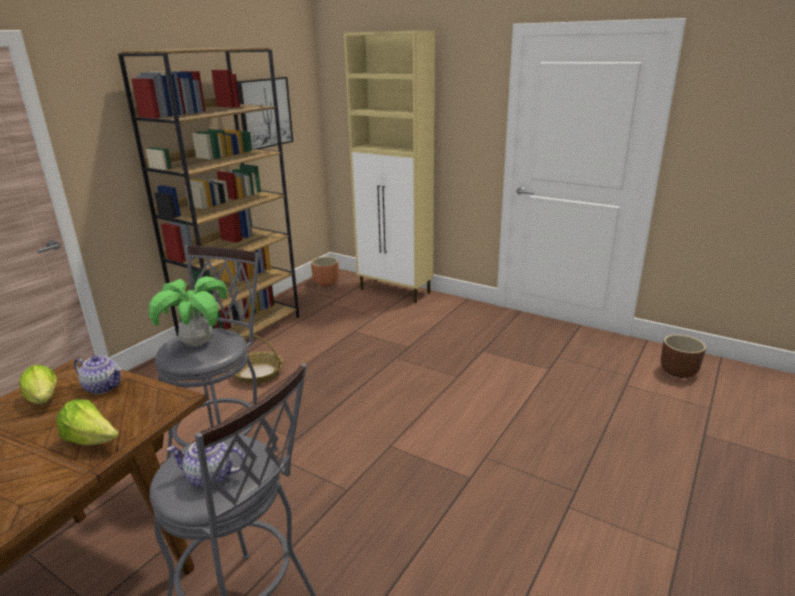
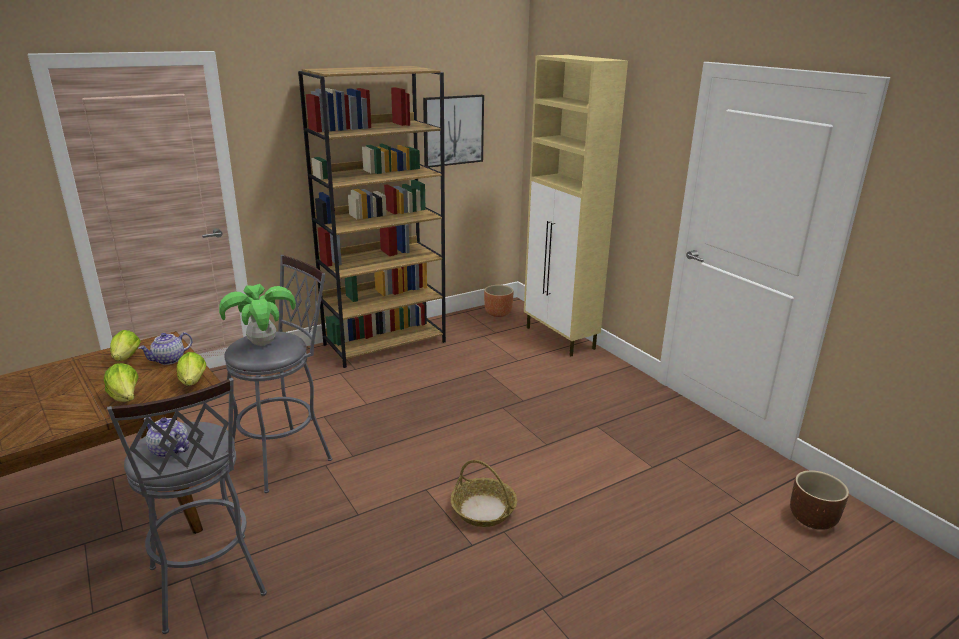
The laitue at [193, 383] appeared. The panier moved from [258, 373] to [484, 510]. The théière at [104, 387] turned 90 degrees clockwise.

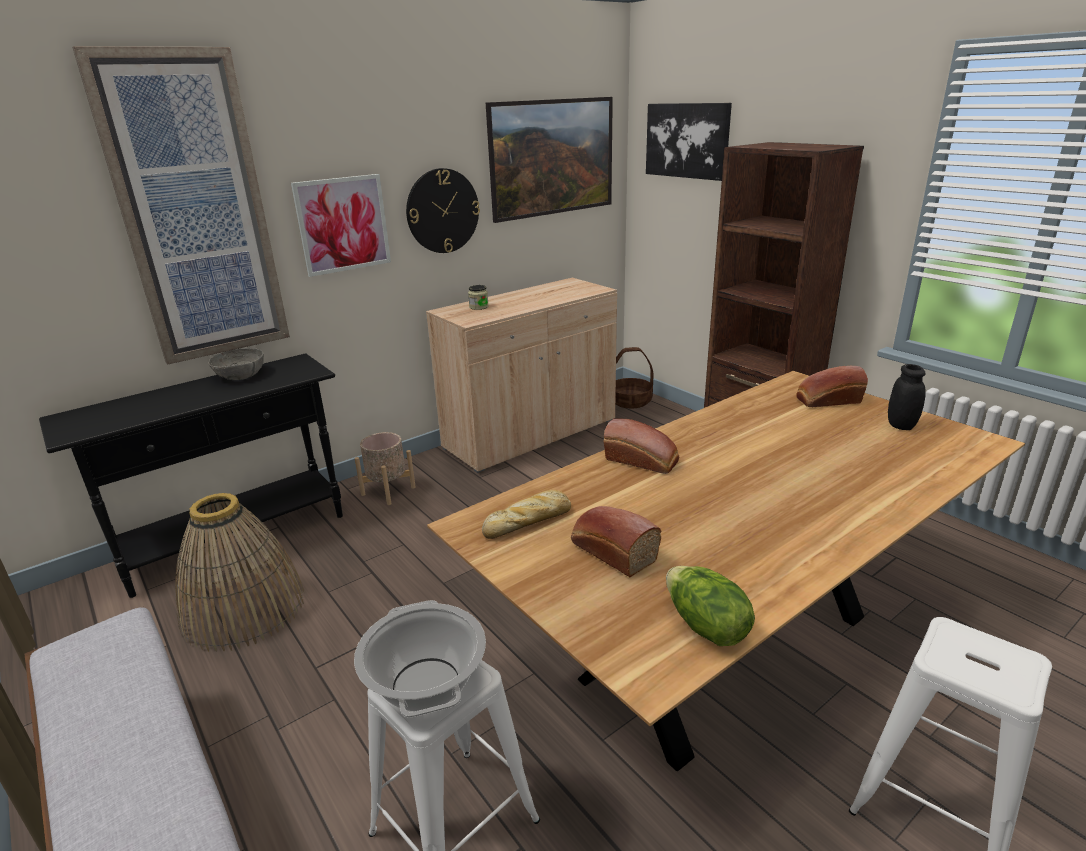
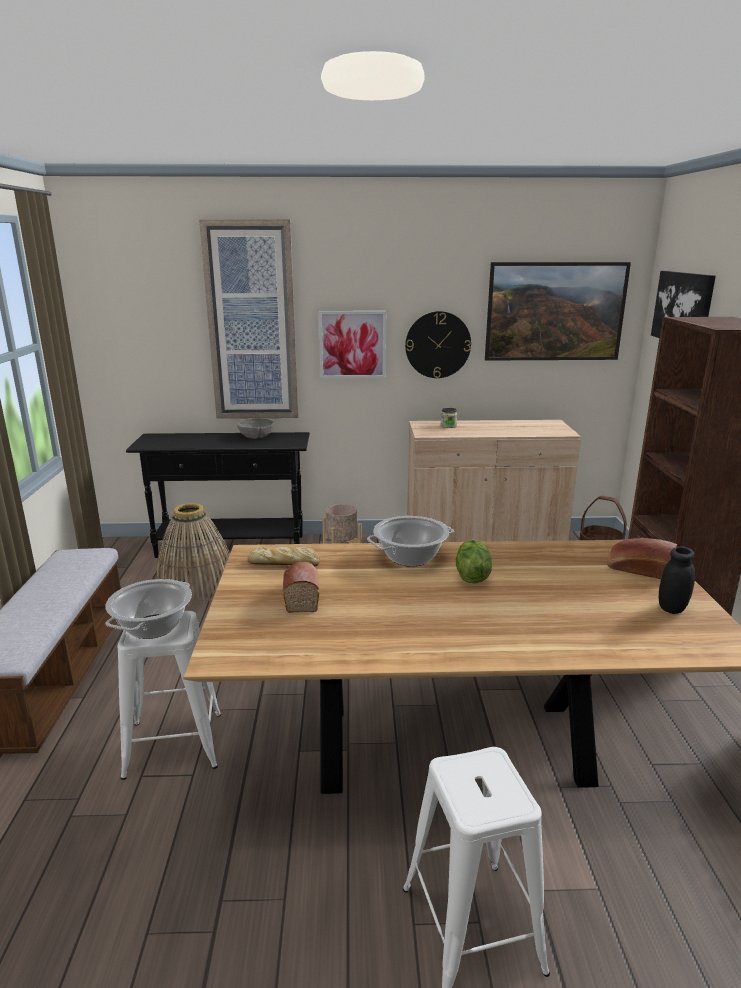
The laitue moved from [705, 626] to [471, 576]. The pain at [643, 461] was replaced by the marmite at [410, 557].

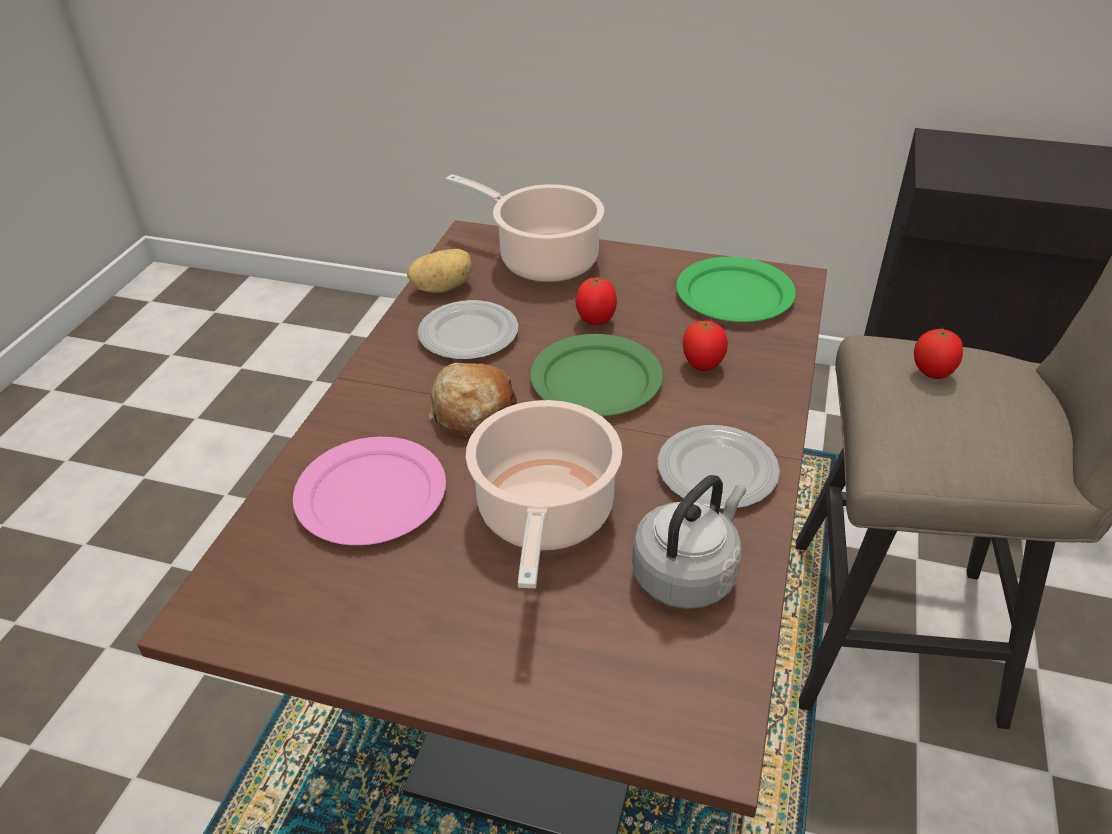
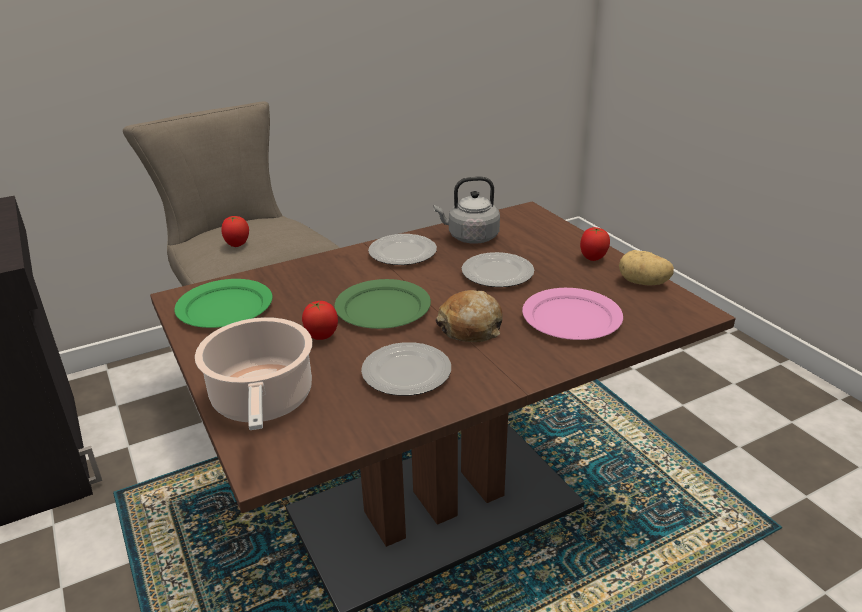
The pomme de terre moved from [442, 287] to [643, 283]. The tomate moved from [702, 366] to [593, 259]. The marmite at [544, 516] was replaced by the assiette at [498, 274].

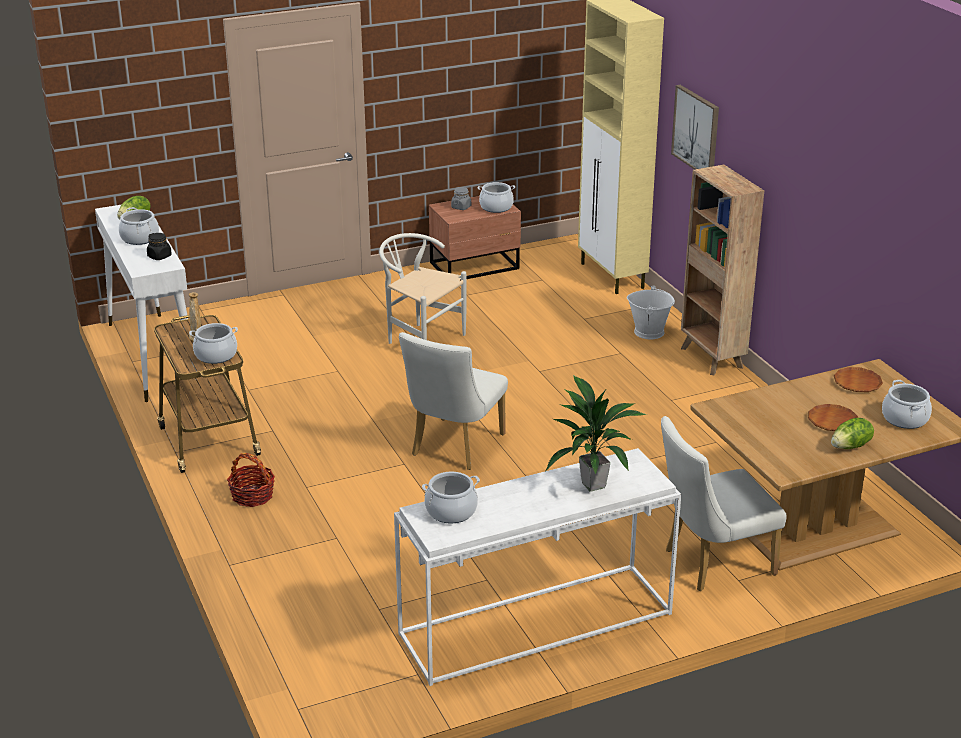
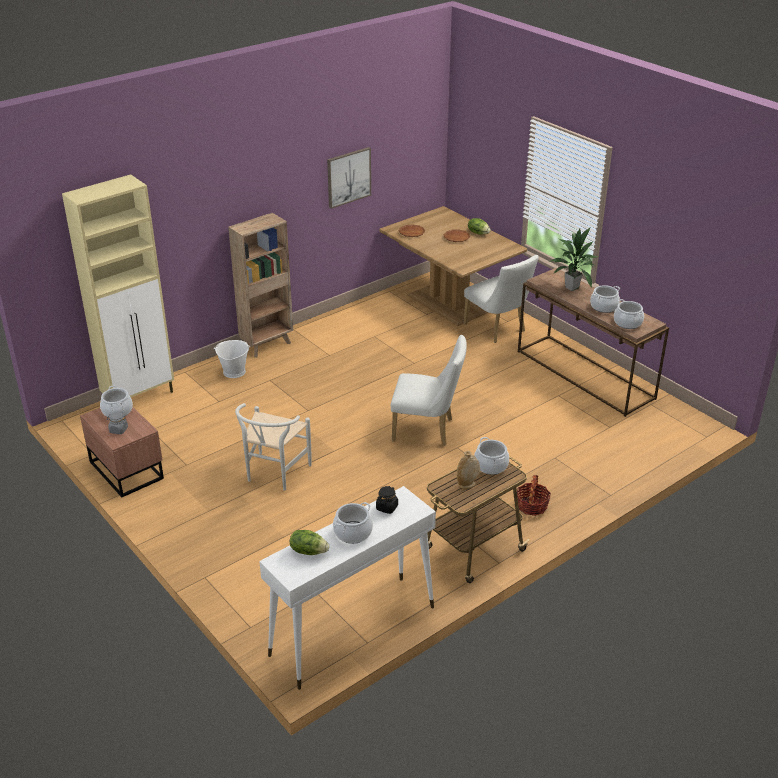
The tableau moved from [696, 130] to [348, 177]. The marmite moved from [905, 419] to [604, 307]. The table console (blanc) at [535, 625] became the table console (marron) at [586, 375].

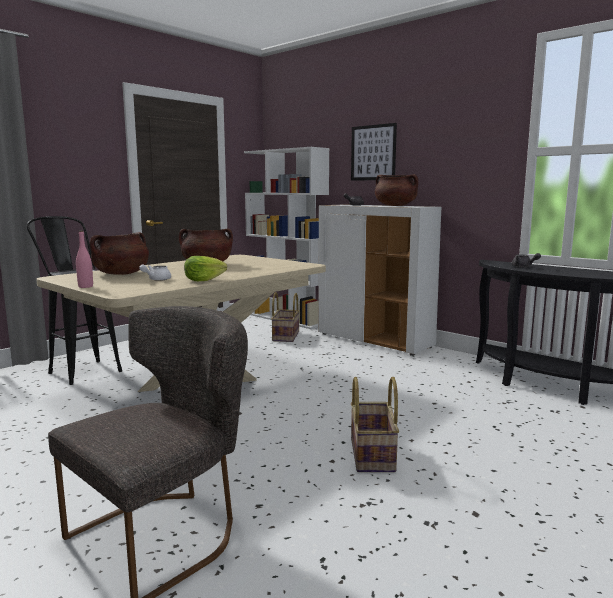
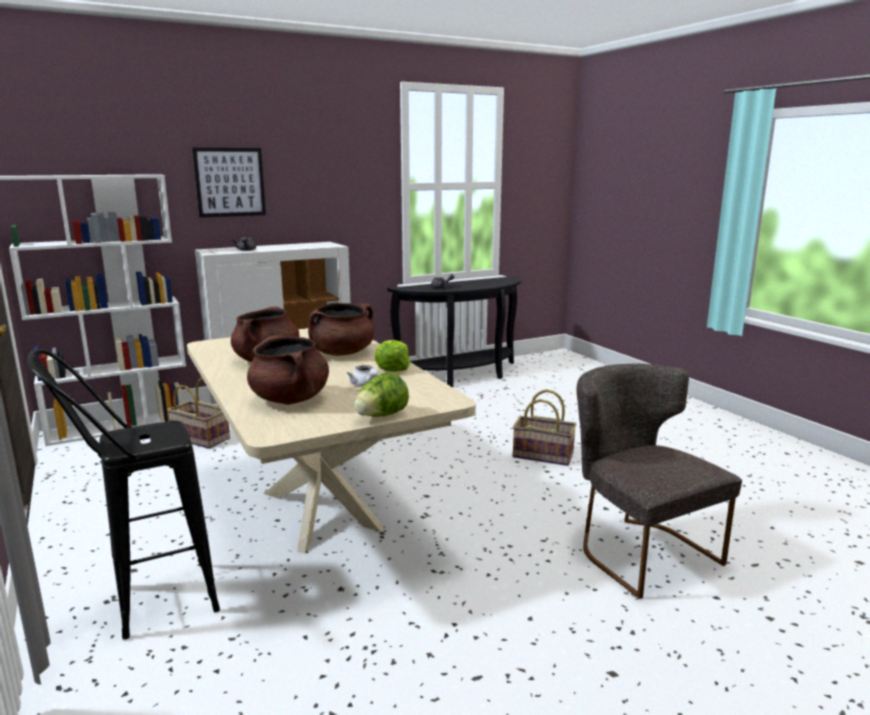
The marmite (marron) moved from [395, 205] to [342, 353]. The bouteille (rose) at [85, 286] was replaced by the laitue at [381, 416].

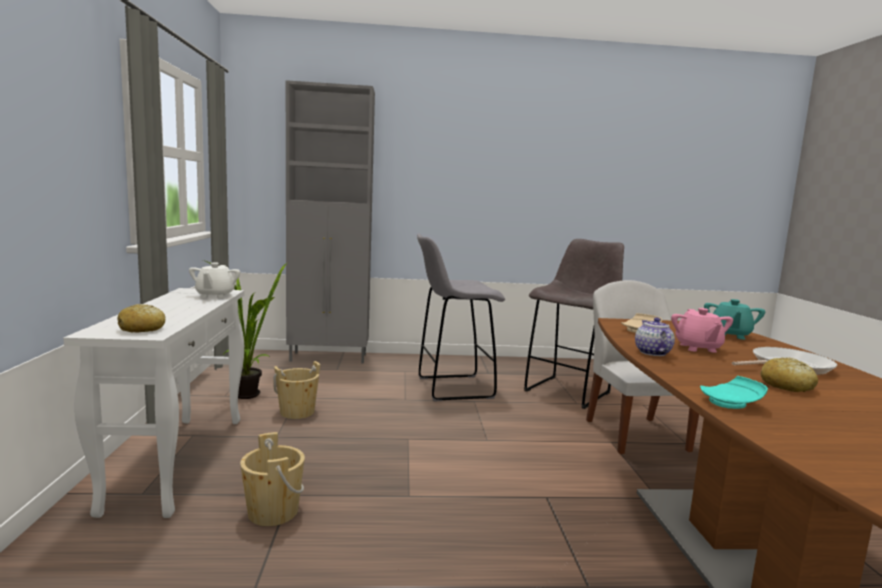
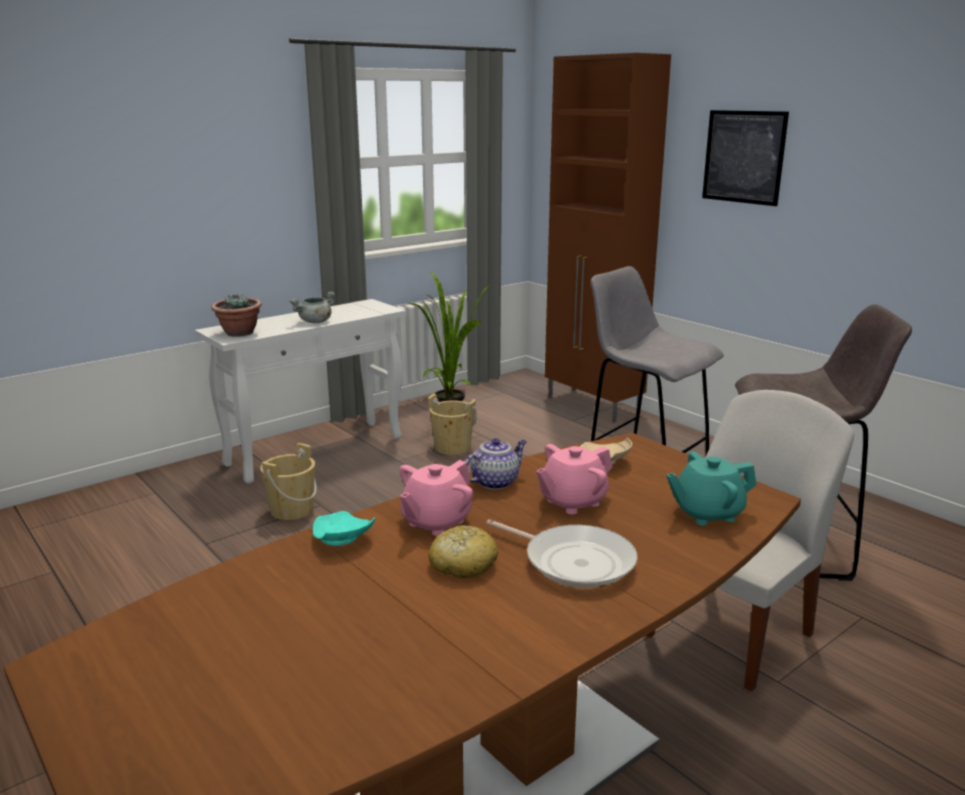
The théière (blanc) at [215, 295] disappeared. The marmite (gris) at [315, 322] appeared. The théière (rose) at [435, 522] appeared. The tableau at [743, 157] appeared. The pain at [142, 329] was replaced by the plante en pot at [239, 333]. The meuble de rangement (gris) at [329, 358] became the meuble de rangement (marron) at [593, 405].

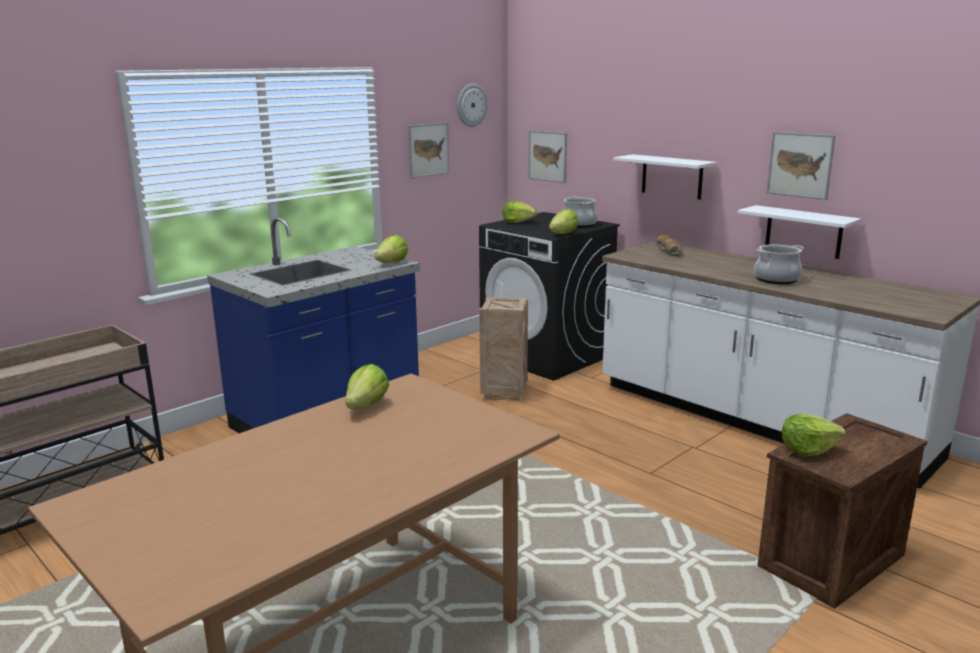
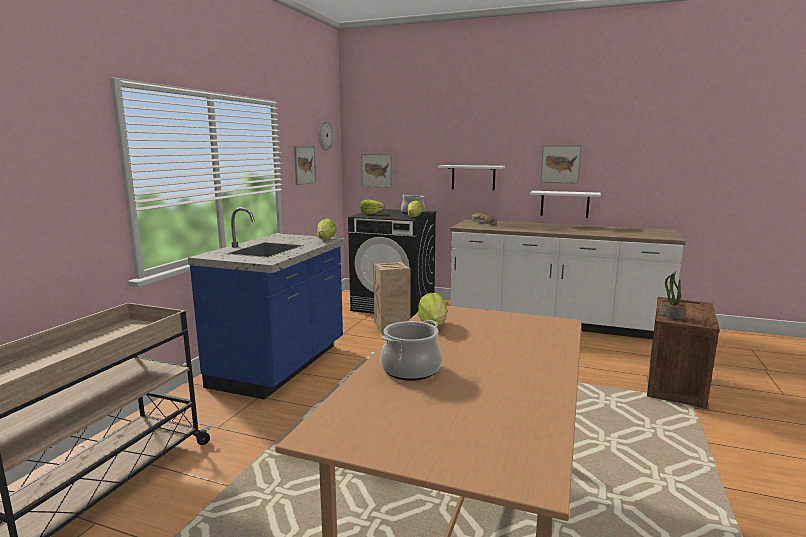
The marmite moved from [776, 279] to [410, 369]. The laitue at [808, 449] was replaced by the plante en pot at [671, 315].

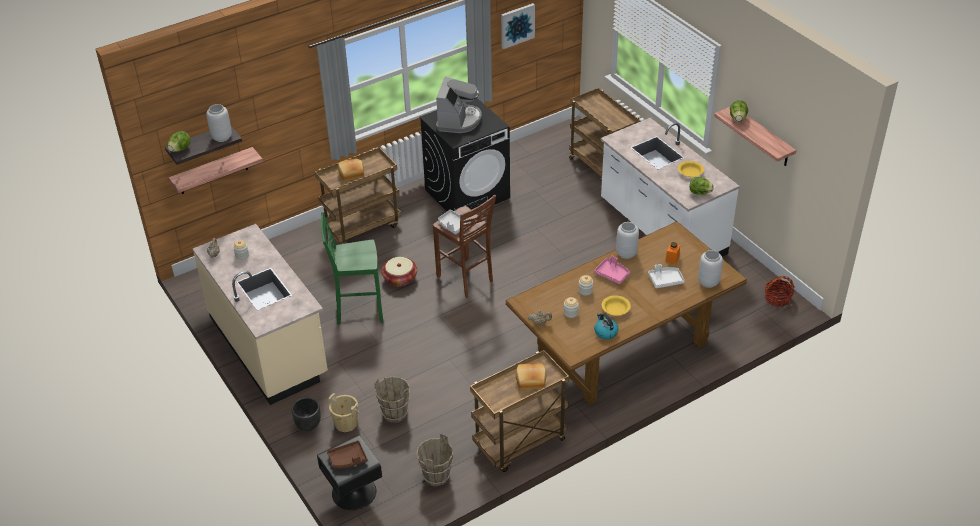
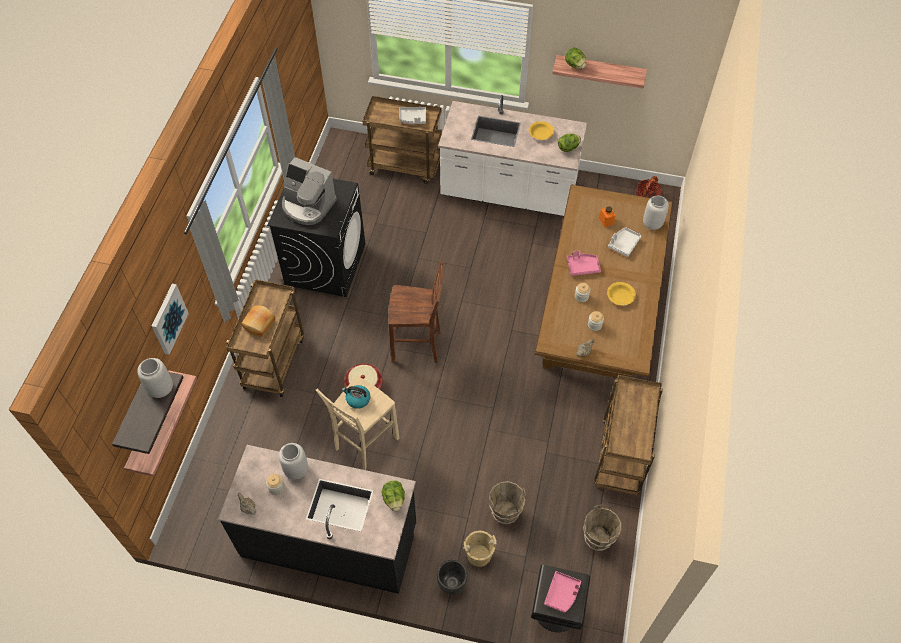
The pain at [531, 381] disappeared. The laitue moved from [180, 149] to [394, 499]. The plateau (gris) moved from [453, 225] to [413, 118]. The tableau moved from [517, 25] to [168, 319]. The bouilloire moved from [605, 332] to [357, 399]. The vase (gris) moved from [625, 253] to [296, 470]. The comptoir de cuisine (beige) at [269, 346] became the comptoir de cuisine (noir) at [330, 540]. The tabouret (vert) at [357, 310] became the tabouret (beige) at [364, 444]. The plateau (marron) at [348, 459] became the plateau (rose) at [562, 594]. The machine à café at [458, 120] turned 150 degrees clockwise.

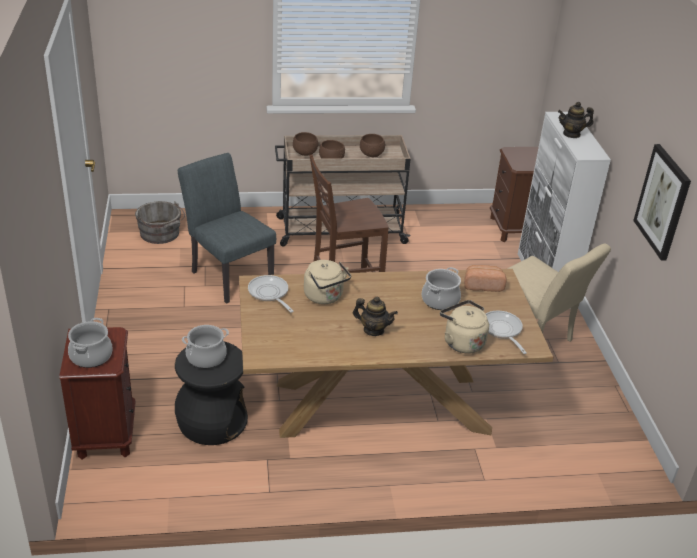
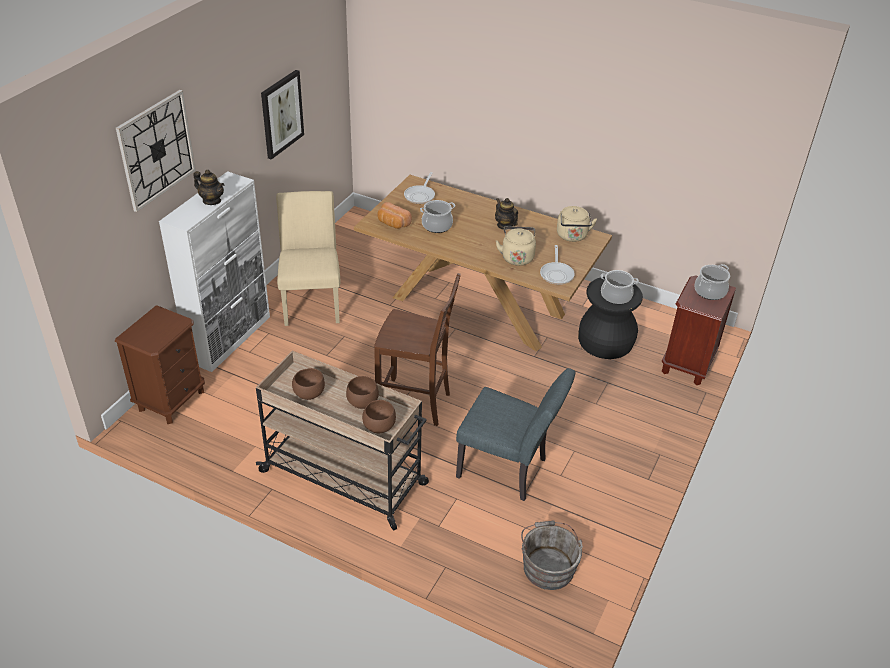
The horloge murale at [156, 150] appeared. The bouilloire (beige) moved from [462, 342] to [572, 236]. The chaise (gris) at [228, 274] turned 60 degrees counterclockwise.

